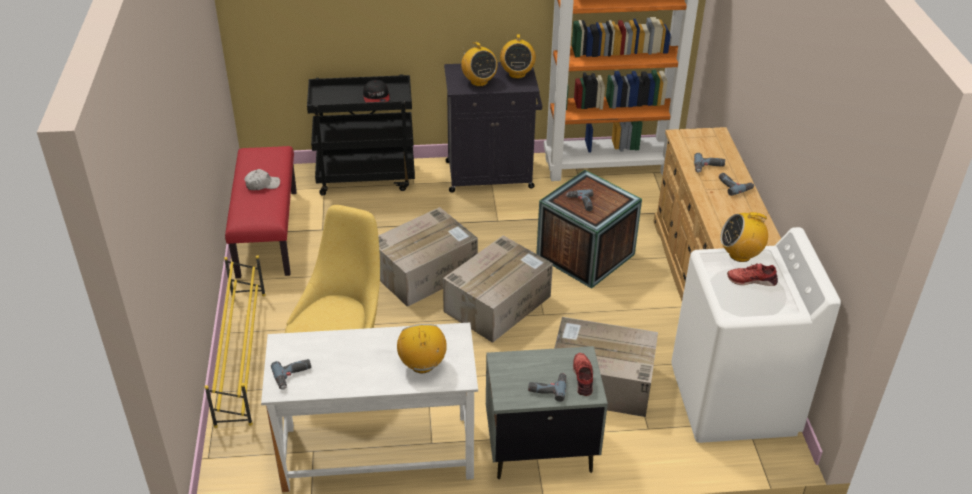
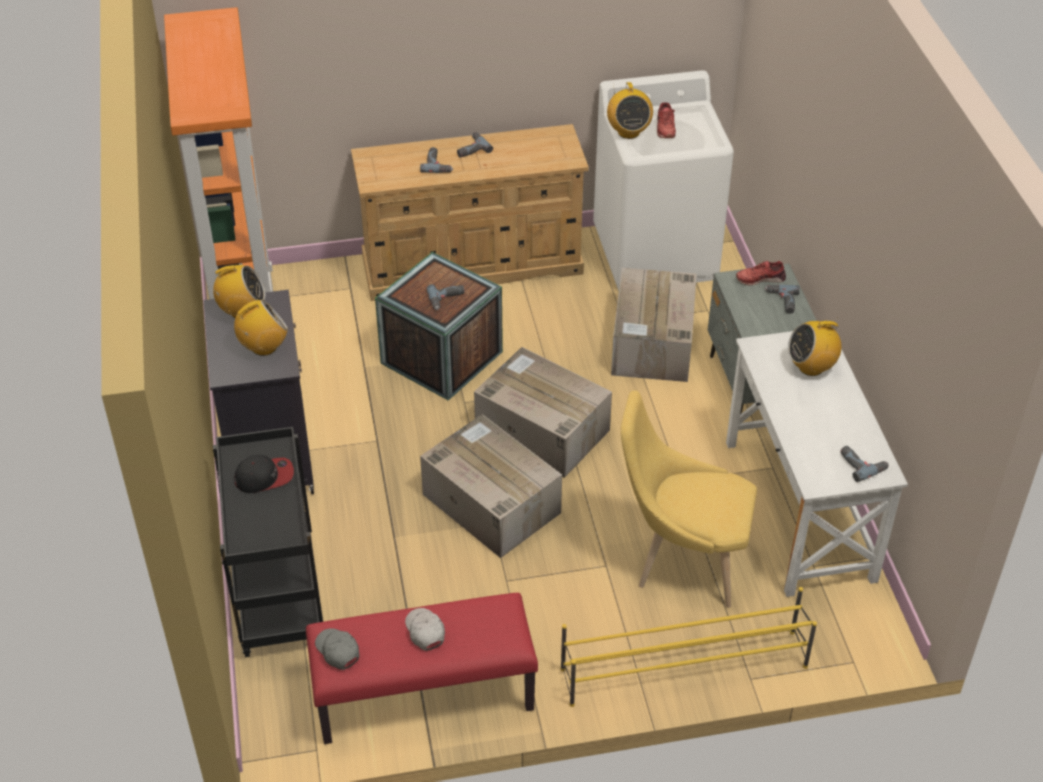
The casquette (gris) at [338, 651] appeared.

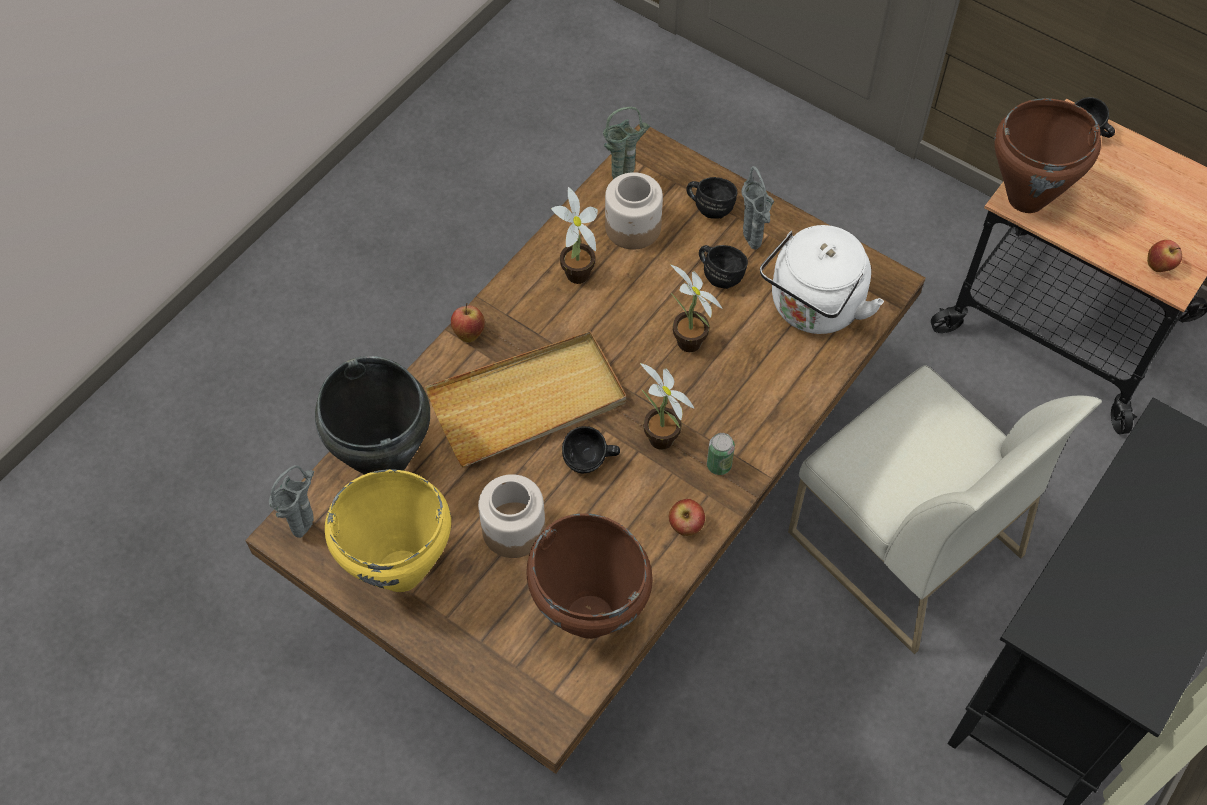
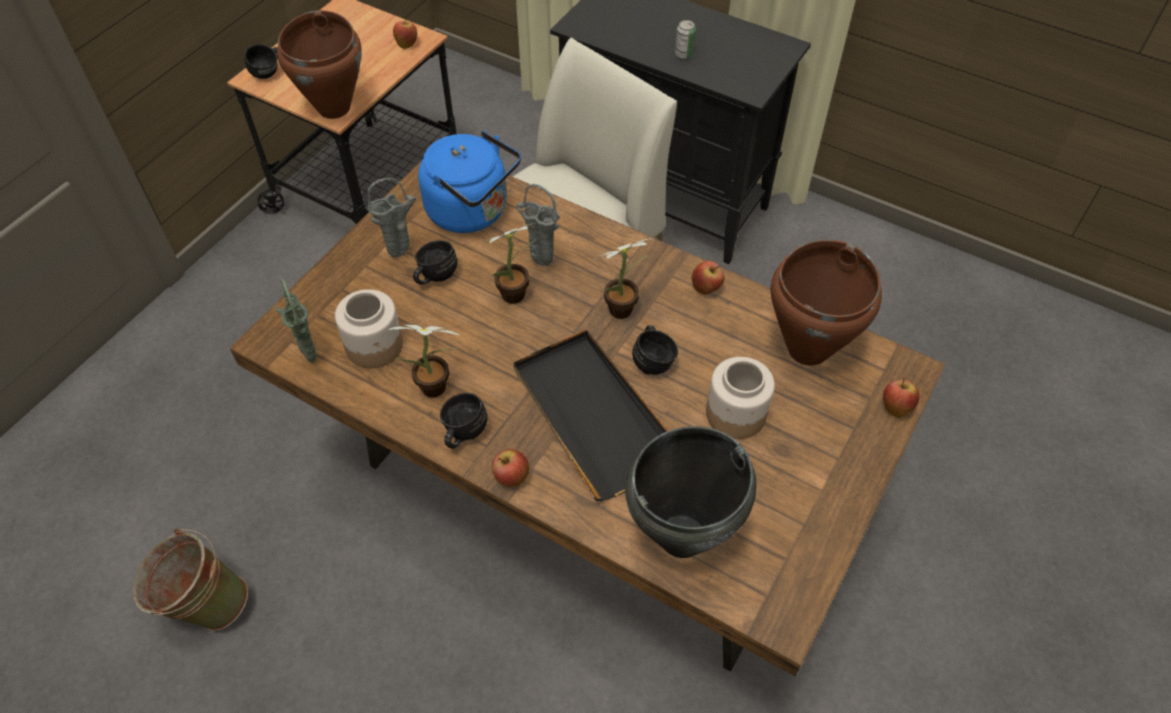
The marmite (jaune) at [402, 572] disappeared. The seau (vert) at [205, 606] appeared. The pomme at [895, 407] appeared. The vase (gris) moved from [307, 528] to [539, 263]. The mug (noir) moved from [710, 206] to [462, 432]. The boîte métallique moved from [719, 465] to [683, 54]. The plateau (beige) at [528, 402] became the plateau (noir) at [593, 416]. The bouilloire (blanc) at [813, 309] became the bouilloire (bleu) at [472, 212].

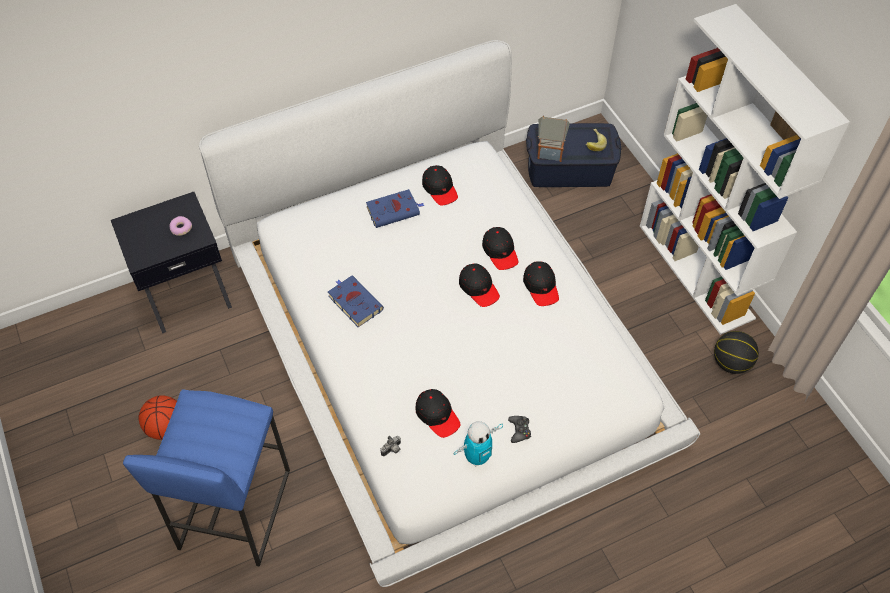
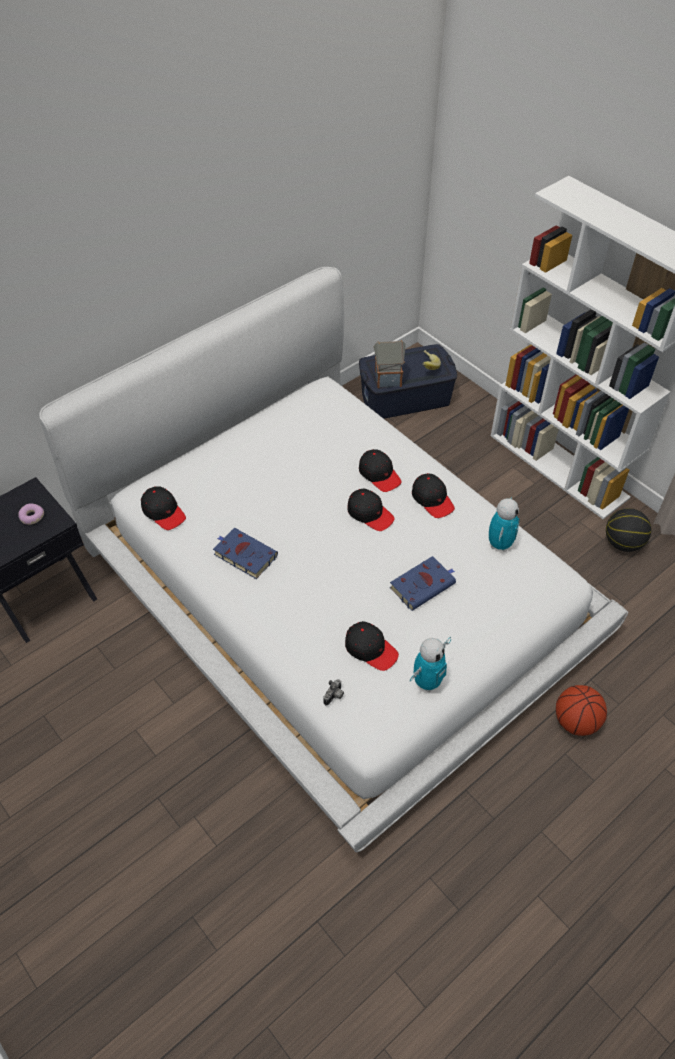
The tabouret (bleu) at [233, 508] disappeared. The manette (noir) at [519, 430] disappeared. The robot jouet at [500, 544] appeared. The ballon de basket moved from [166, 427] to [576, 722]. The livre (bleu) moved from [394, 210] to [423, 585]. The casquette (noir) moved from [440, 189] to [163, 512].

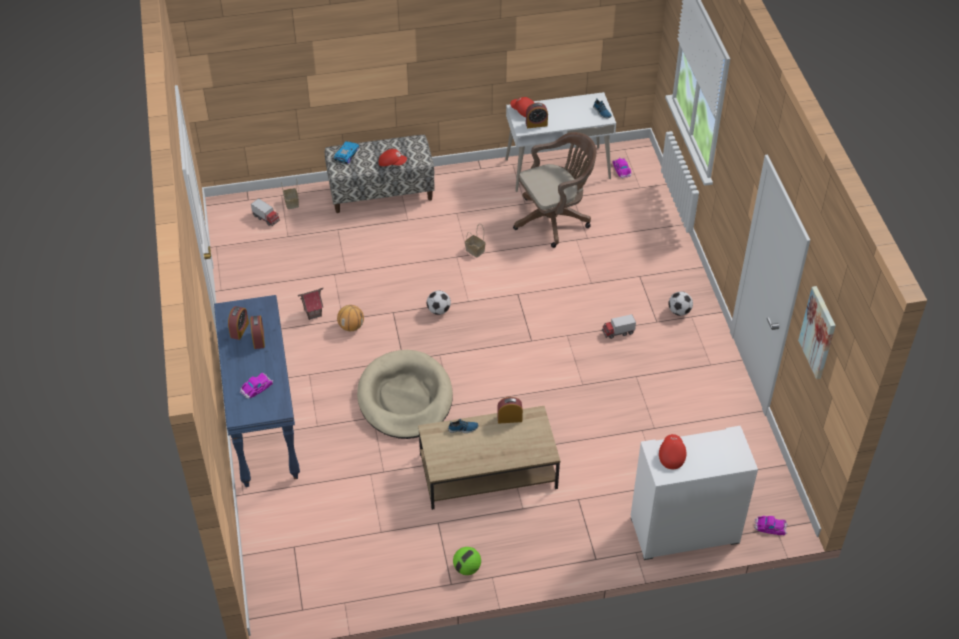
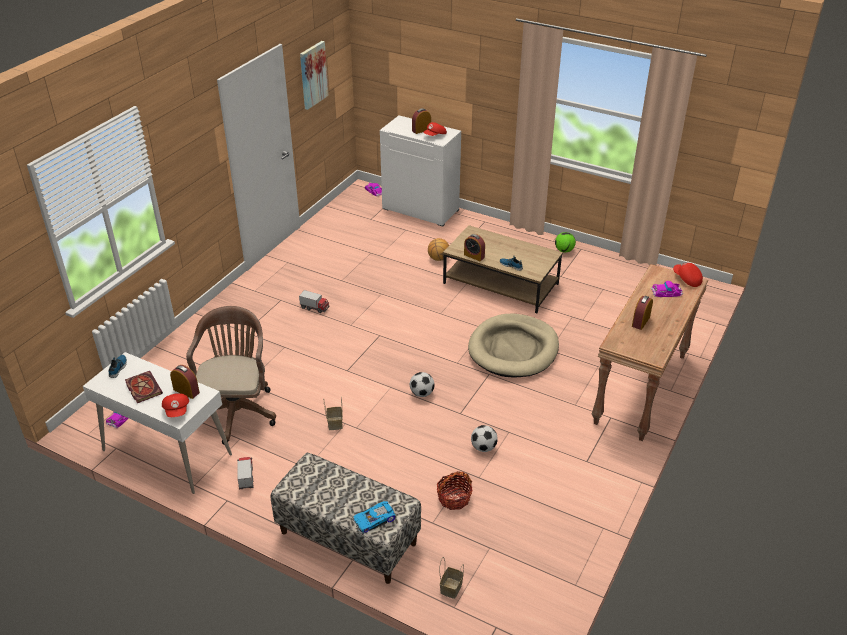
The maison miniature at [313, 313] disappeared. The livre at [142, 388] appeared. The panier at [454, 498] appeared. The réveil moved from [239, 330] to [421, 130]. The camion jouet moved from [266, 218] to [246, 478]. The ballon de basket moved from [351, 326] to [438, 258]. The casquette (rouge) moved from [392, 163] to [686, 279]. The ballon de foot moved from [679, 311] to [483, 447]. The table console (bleu) at [263, 424] became the table console (marron) at [641, 389]. The chaise de bureau (marron) at [554, 219] turned 75 degrees clockwise.

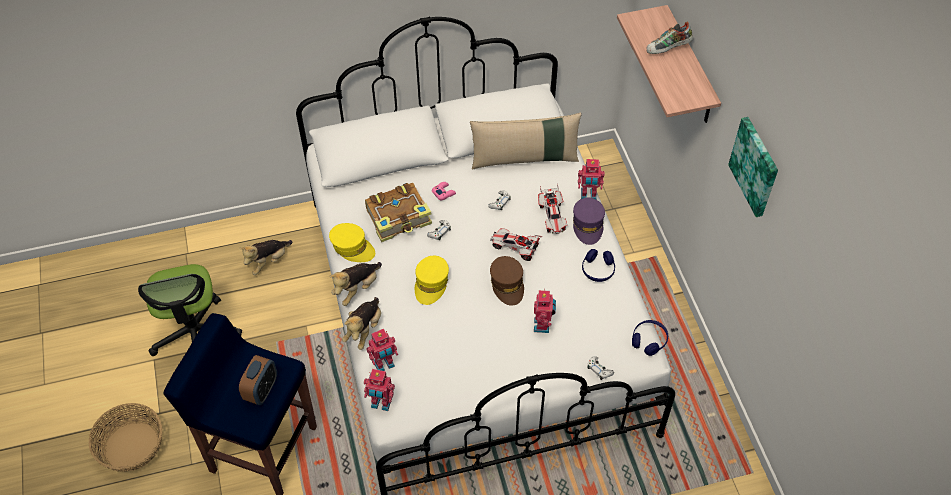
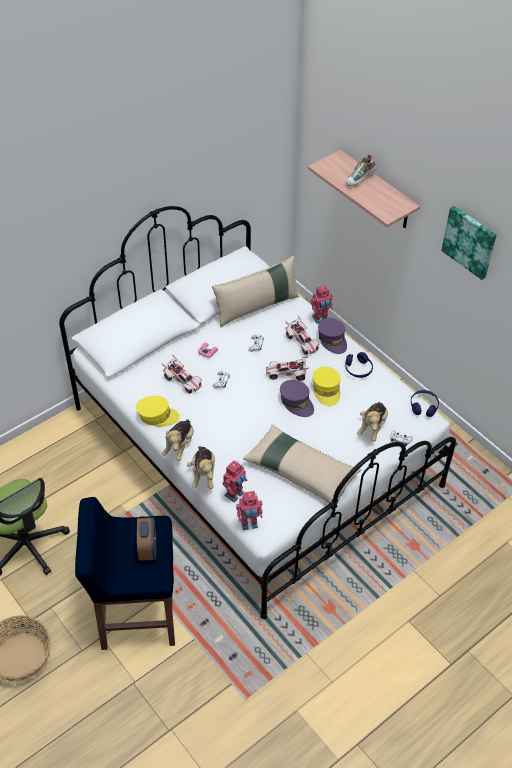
The robot jouet at [543, 325] disappeared. The coussin (beige) at [301, 470] appeared. The peluche moved from [268, 261] to [372, 427]. The casquette (jaune) moved from [431, 284] to [326, 390]. The livre at [399, 218] was replaced by the petite voiture at [183, 381]. The casquette (marron) at [507, 284] became the casquette (violet) at [296, 402].

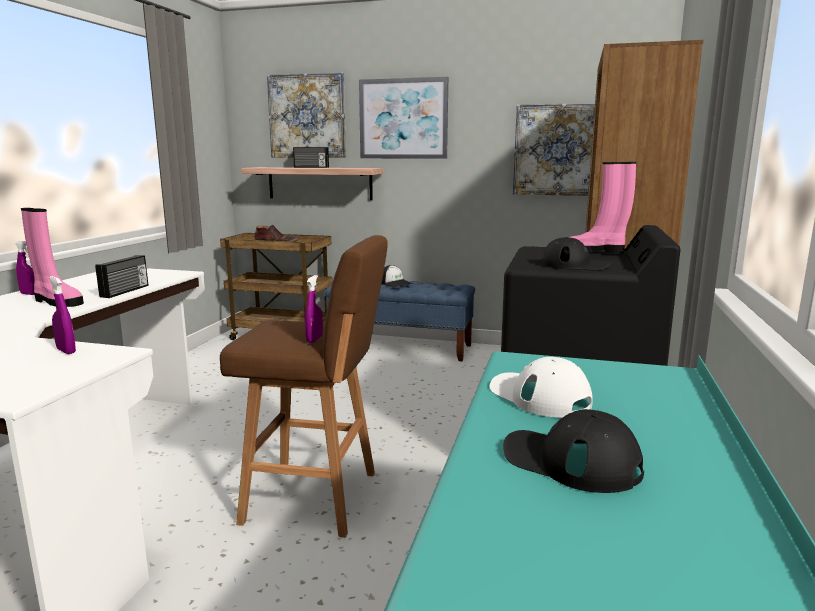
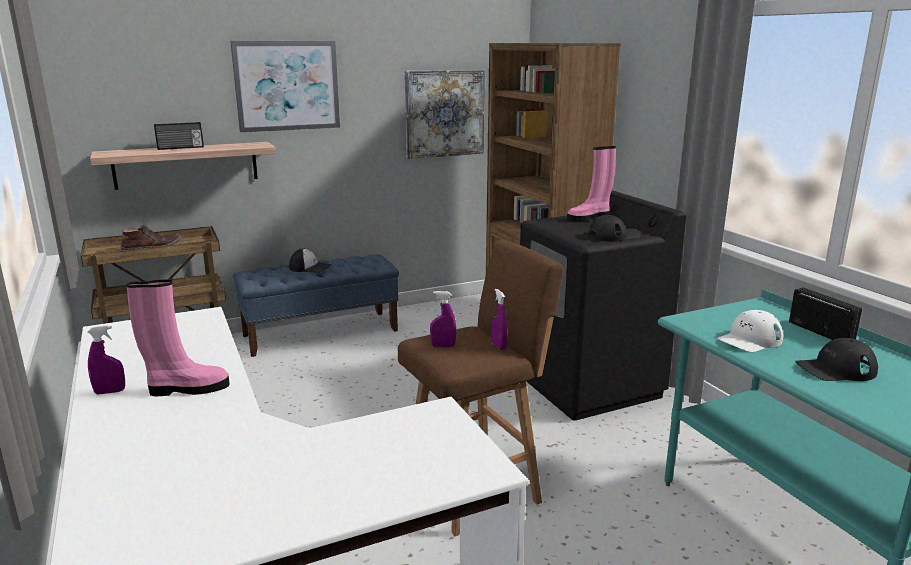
The tableau at [307, 116] disappeared. The vaporisateur (violet) moved from [66, 351] to [443, 346]. The radio moved from [126, 291] to [821, 332]. The casquette (blanc) at [539, 396] turned 45 degrees counterclockwise.

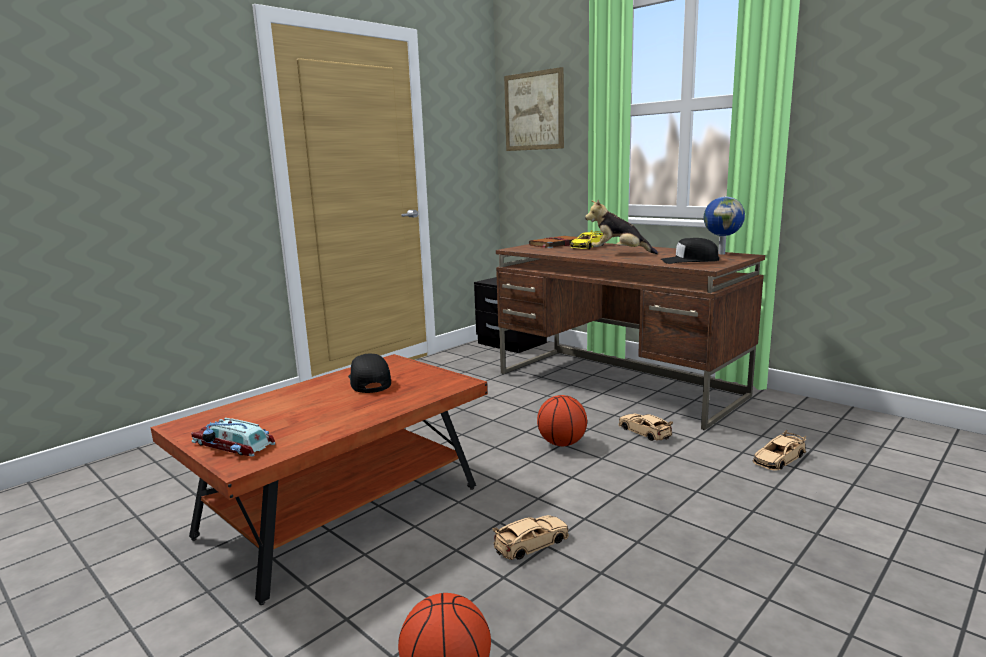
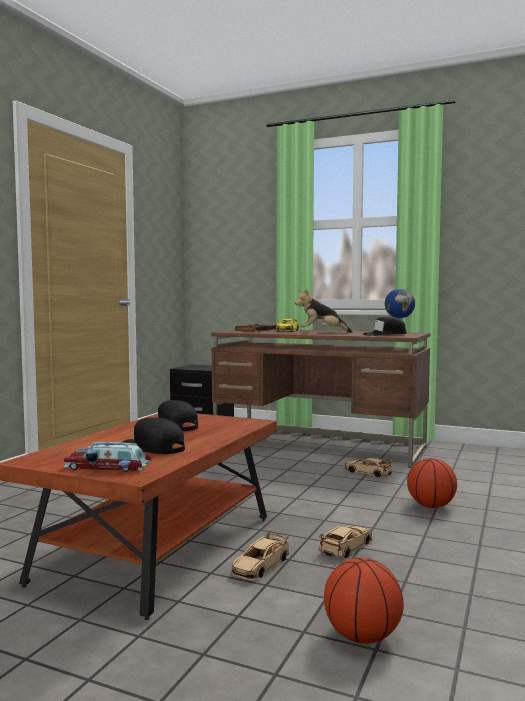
The tableau at [534, 111] disappeared. The casquette (noir) at [151, 448] appeared. The ballon de basket moved from [562, 443] to [431, 506]. The petite voiture (beige) moved from [779, 459] to [260, 566].

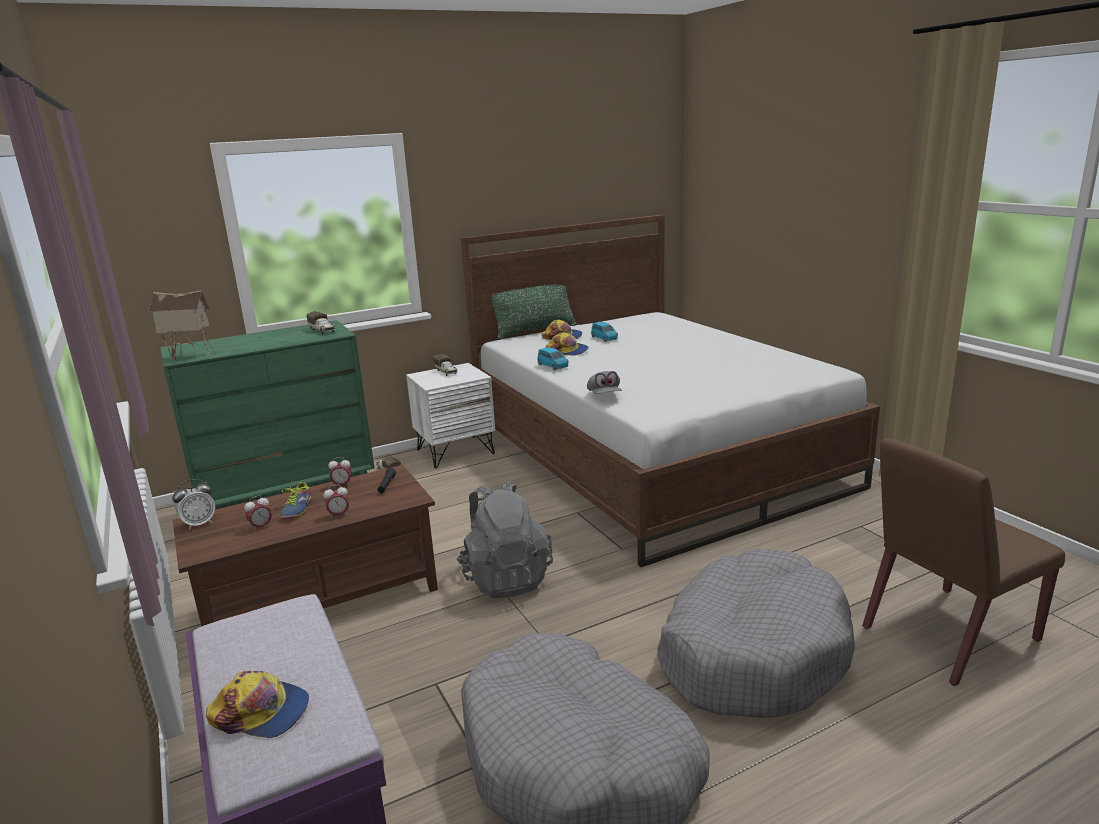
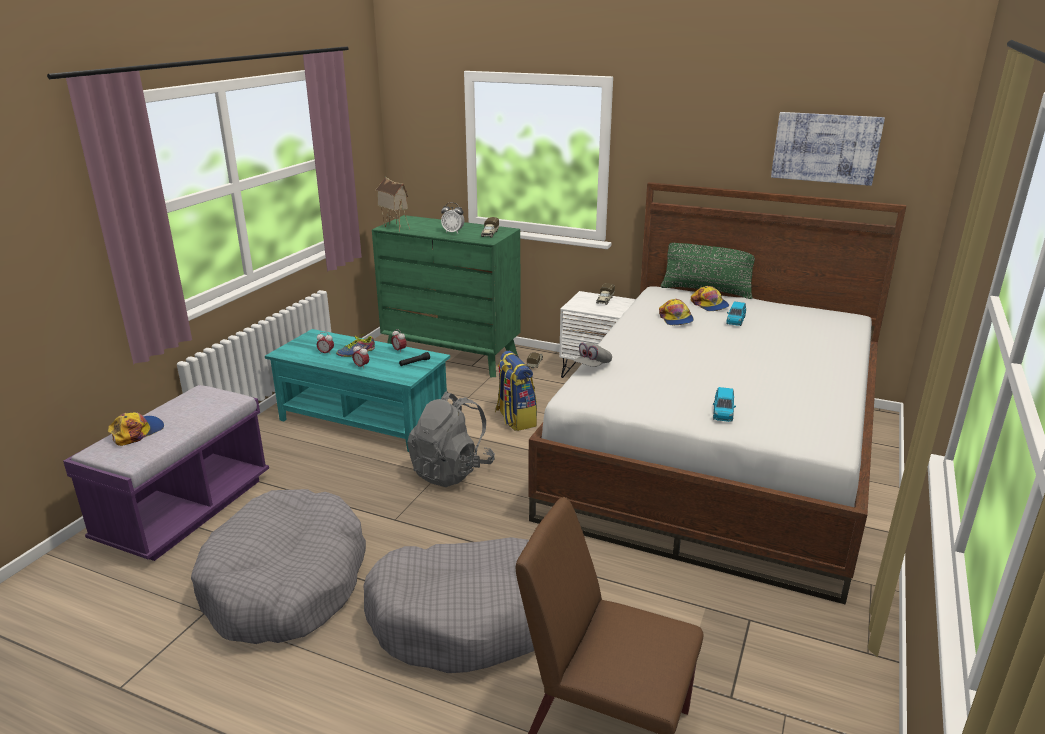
The sac à dos at [515, 419] appeared. The tableau at [825, 148] appeared. The réveil moved from [199, 524] to [453, 232]. The petite voiture (bleu) moved from [553, 366] to [723, 413]. The table basse (marron) at [320, 598] became the table basse (turquoise) at [364, 419]. The casquette at [261, 712] turned 120 degrees counterclockwise.

